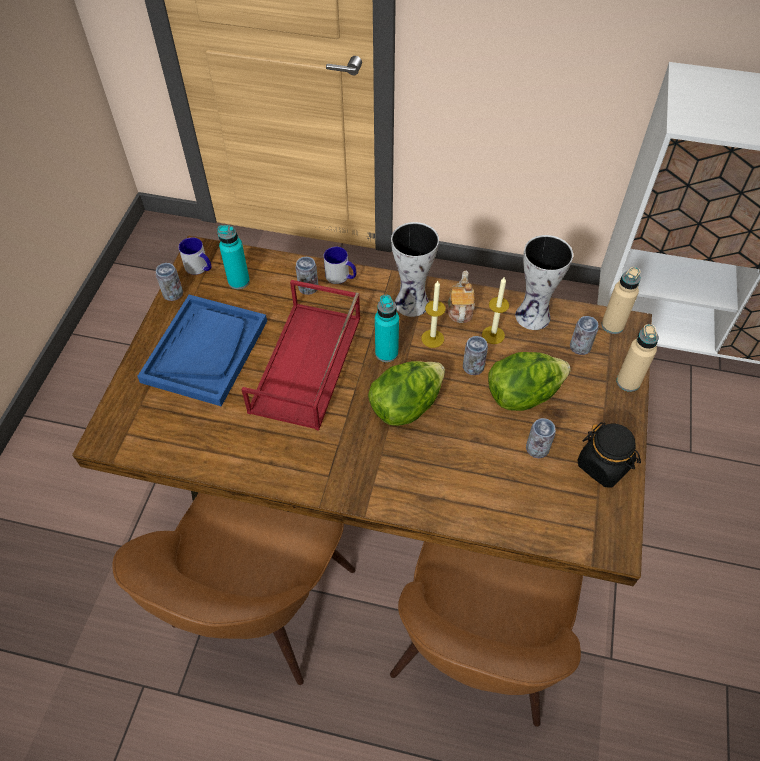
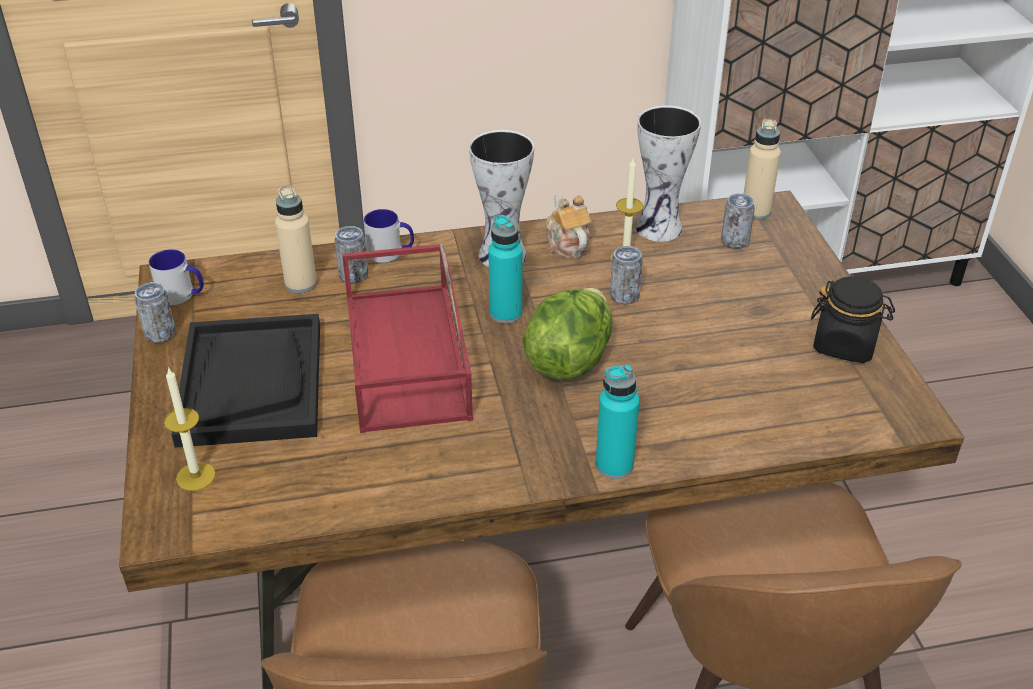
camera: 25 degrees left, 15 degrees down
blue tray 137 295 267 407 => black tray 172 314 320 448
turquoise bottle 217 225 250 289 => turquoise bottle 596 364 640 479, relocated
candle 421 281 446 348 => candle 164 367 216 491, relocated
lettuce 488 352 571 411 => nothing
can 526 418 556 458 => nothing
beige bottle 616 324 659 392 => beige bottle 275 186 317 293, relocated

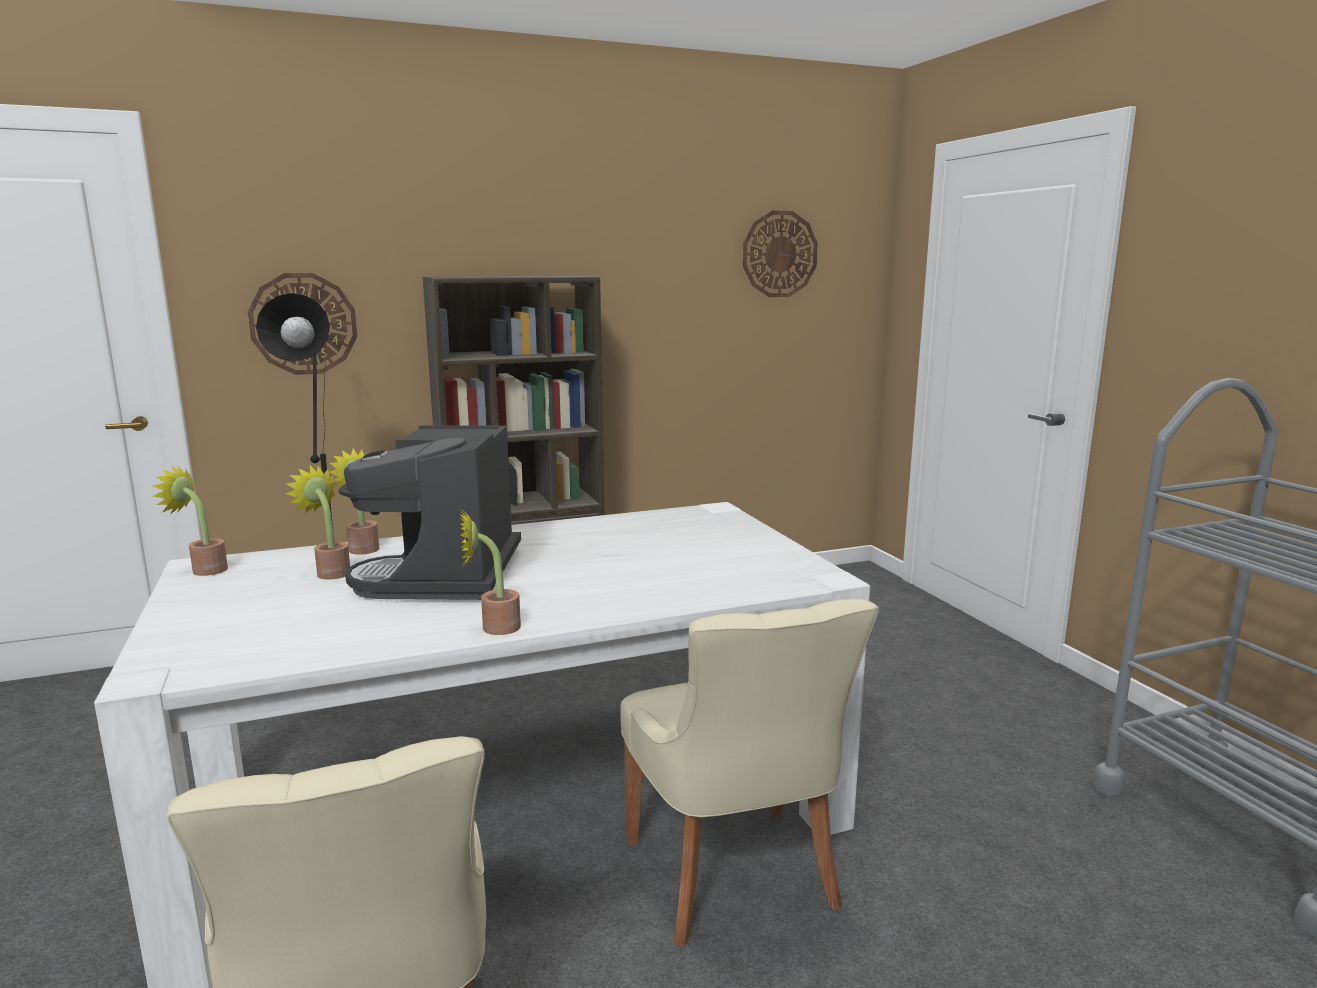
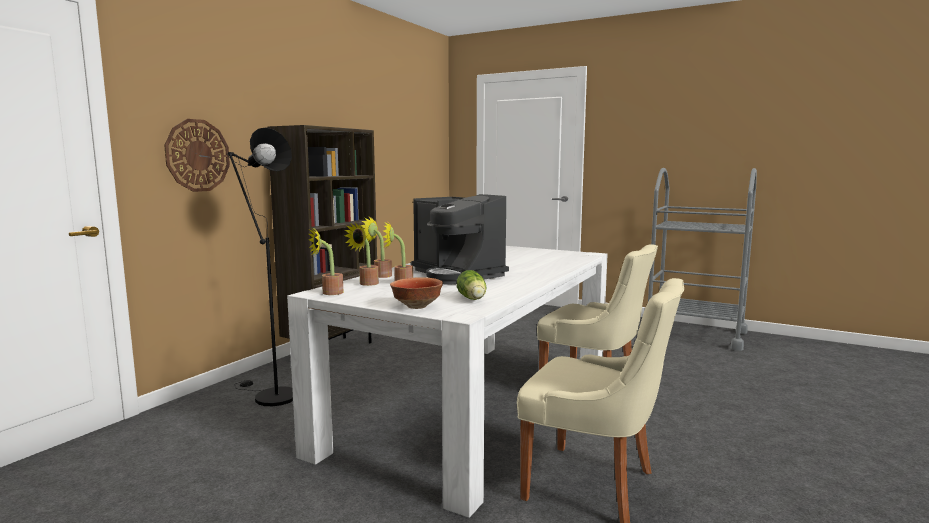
camera: 40 degrees left, 5 degrees down
potted plant 459 508 521 635 => potted plant 344 223 379 286, relocated
wall clock 743 210 818 297 => nothing
nothing => bowl 390 277 443 309
nothing => lettuce 457 270 486 300

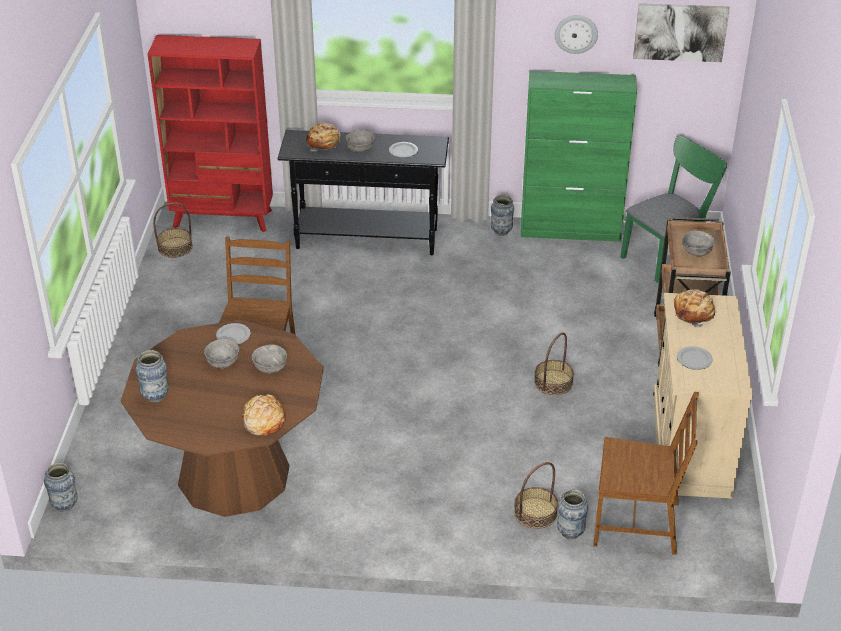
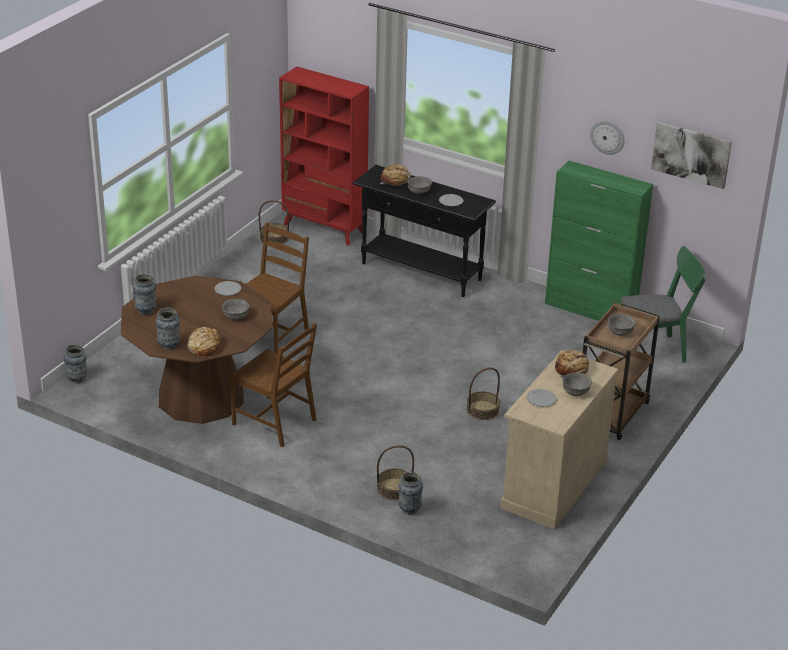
camera: 25 degrees right, 5 degrees down
grey bowl 204 339 239 368 => grey bowl 562 373 592 396, relocated
vase 491 195 514 236 => vase 155 307 180 350, relocated
brown chair 593 392 699 555 => brown chair 230 323 317 447, relocated

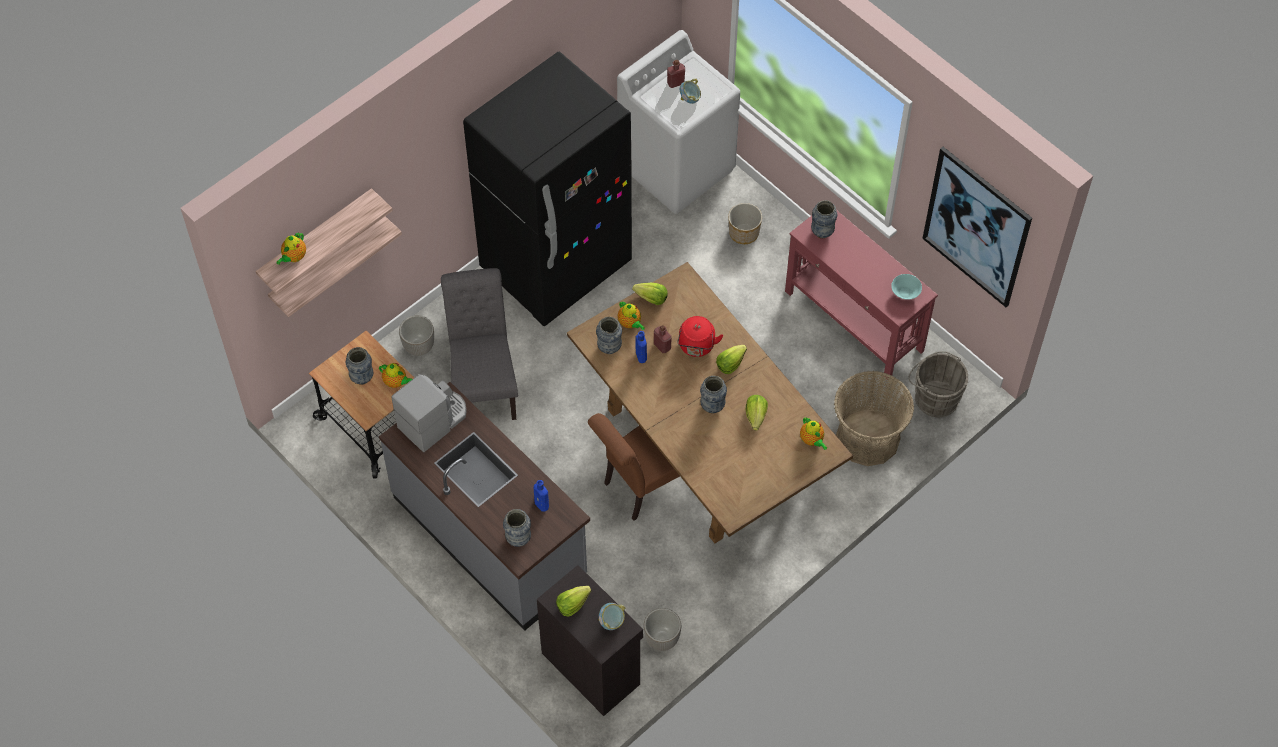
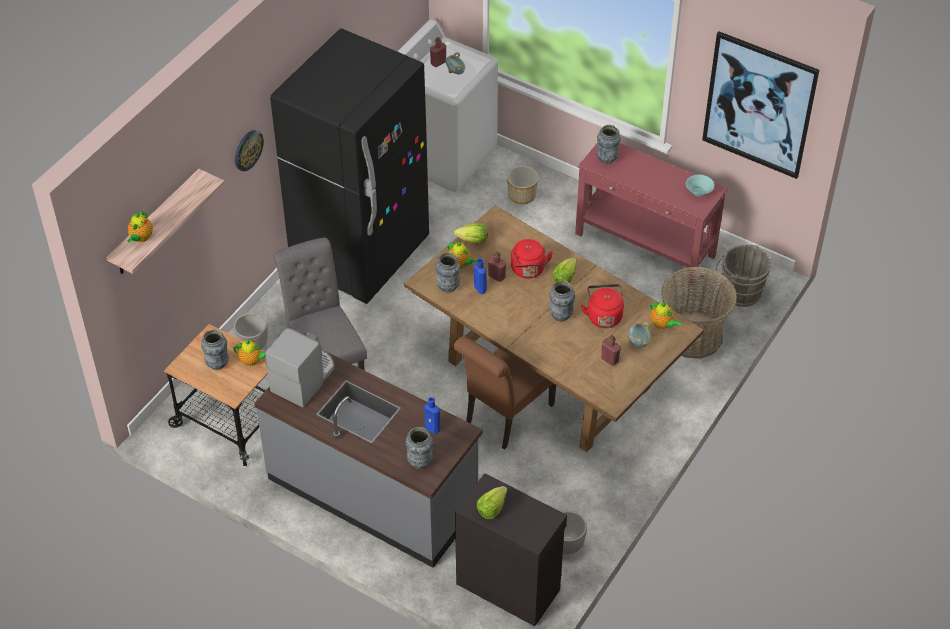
camera: 15 degrees left, 10 degrees down
shelf 268 216 402 317 => nothing
bowl 598 603 625 630 => bowl 628 323 651 348, relocated
lettuce 746 395 768 431 => red kettle 581 284 624 328
nothing => wall clock 235 130 264 171
nothing => red bottle 601 335 621 366

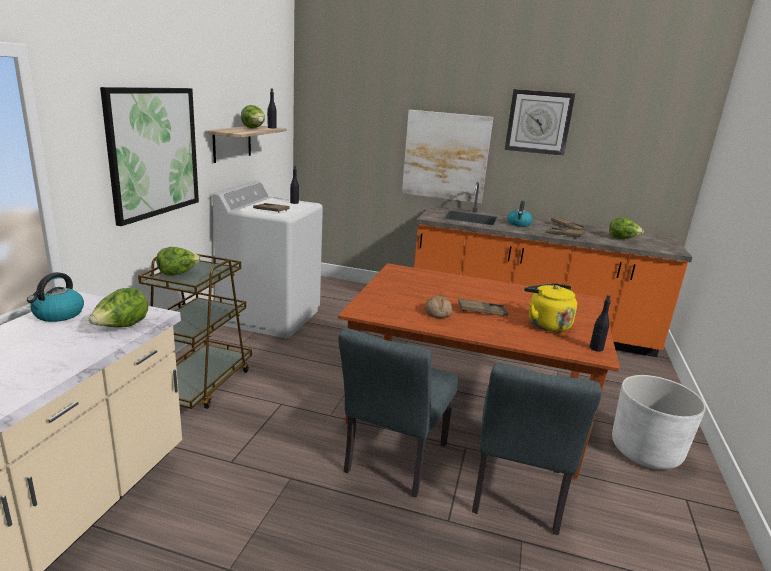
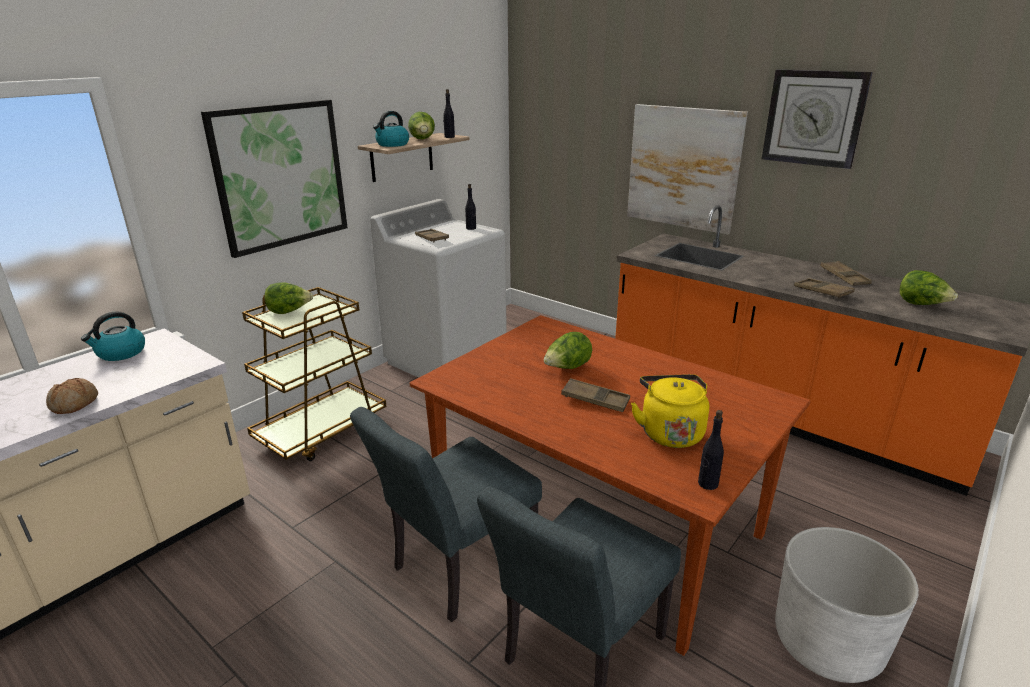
camera: 25 degrees right, 5 degrees up
lettuce 89 288 148 327 => lettuce 544 332 592 369, relocated
bread 424 295 453 318 => bread 46 378 98 414, relocated
kettle 507 201 533 227 => kettle 373 111 409 147, relocated

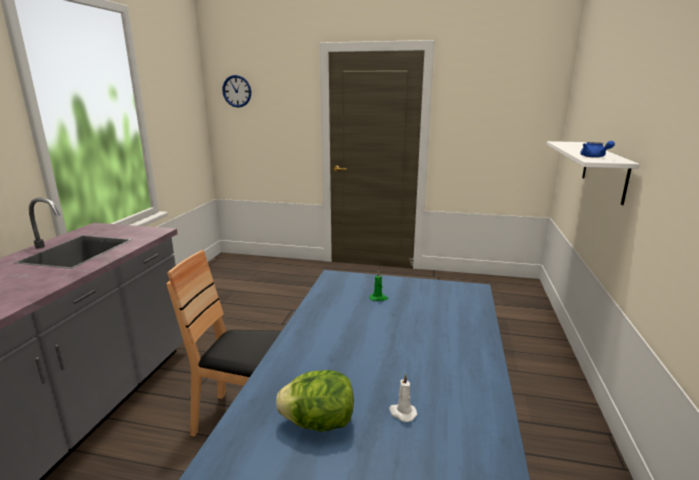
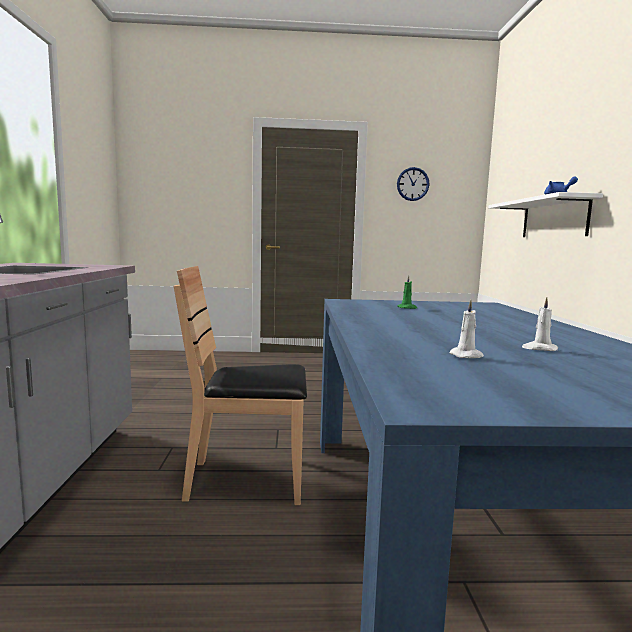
camera: 15 degrees left, 10 degrees down
wall clock 222 75 251 107 => wall clock 397 167 430 201, relocated
lettuce 276 370 354 432 => white candle 450 300 484 358

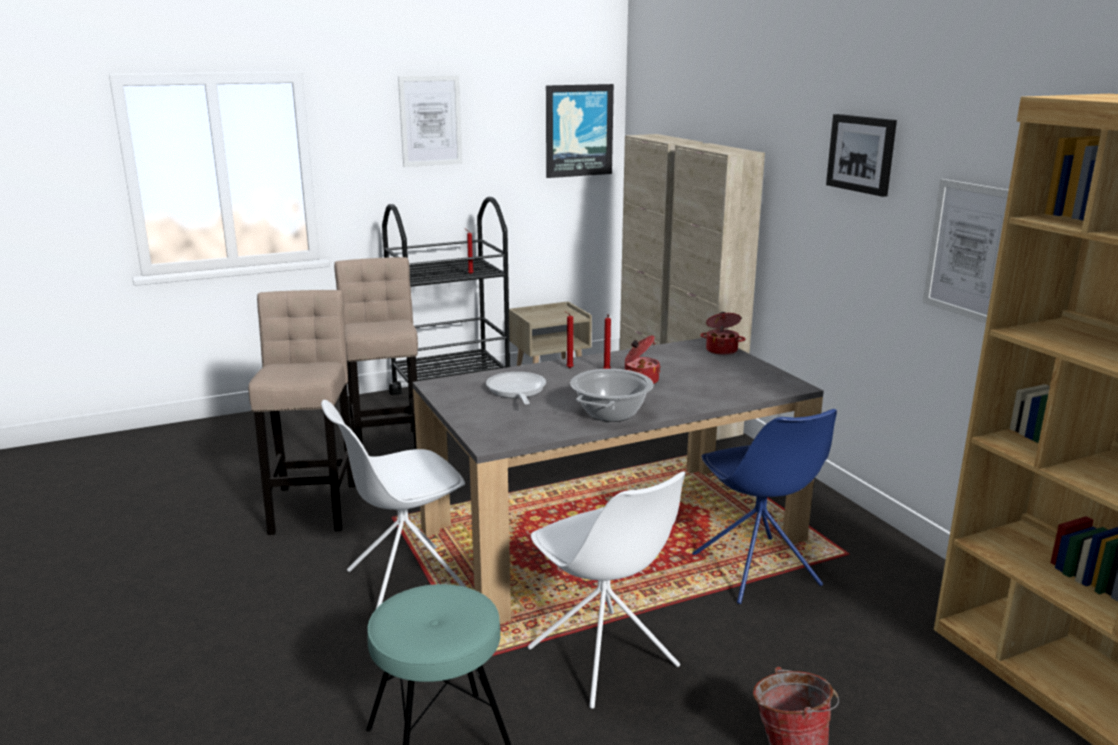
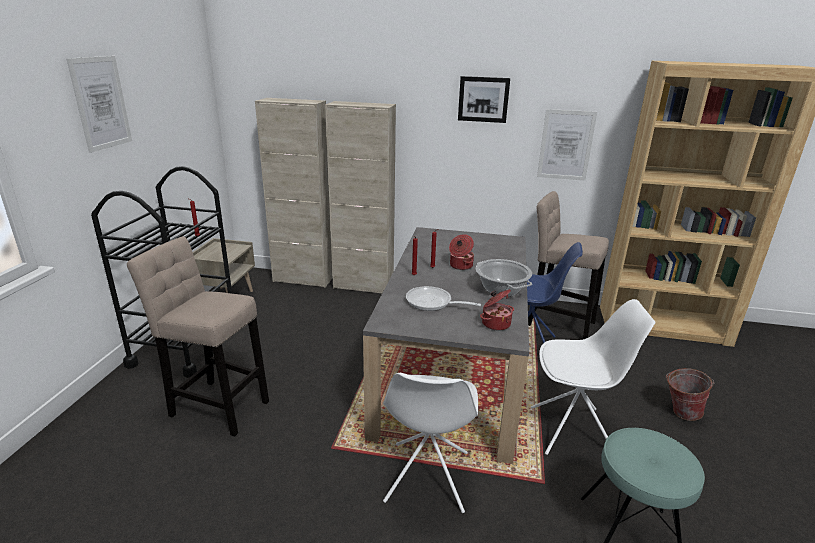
camera: 55 degrees left, 5 degrees up
beige stool 248 290 355 535 => beige stool 528 191 609 339, relocated
picture 546 84 614 178 => nothing
cooking pot 700 312 745 355 => cooking pot 480 289 514 331, relocated

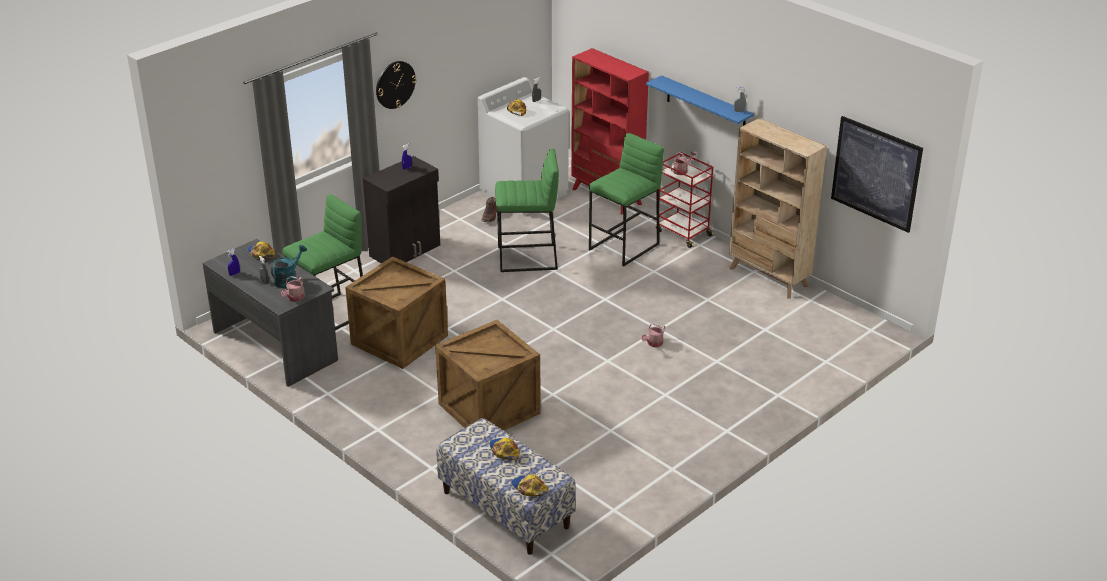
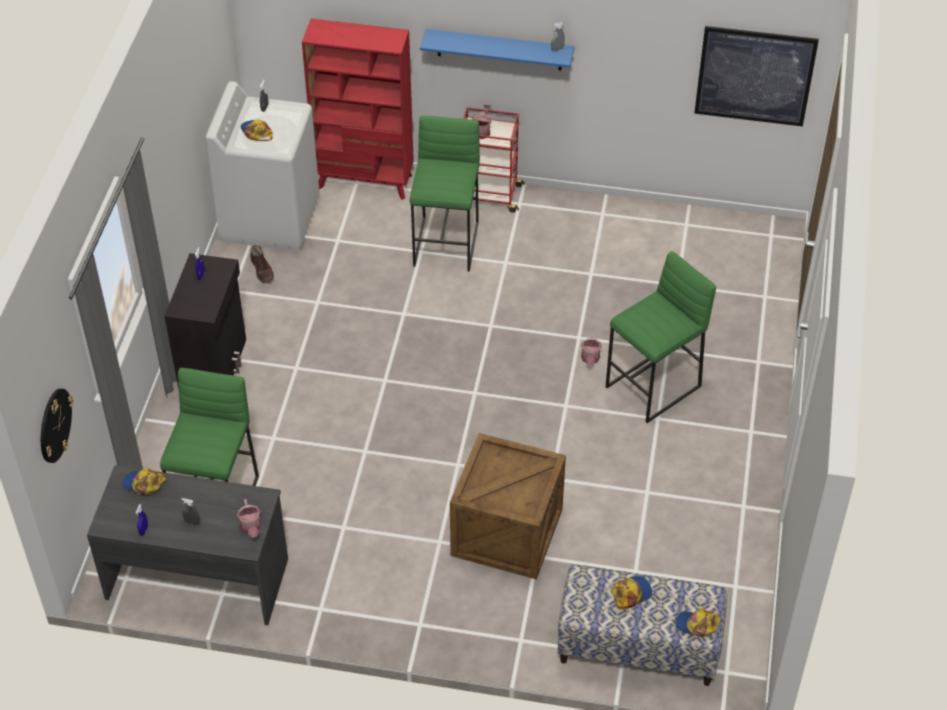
camera: 35 degrees left, 15 degrees up
turquoise watering can 271 245 307 288 => nothing
crate 345 256 448 369 => nothing
wall clock 376 61 417 109 => wall clock 41 389 73 463, relocated
cap 489 438 520 460 => cap 612 576 652 609, 120 degrees clockwise
green stool 495 148 559 272 => green stool 606 251 716 423, relocated
beige bookcase 729 118 827 298 => nothing

